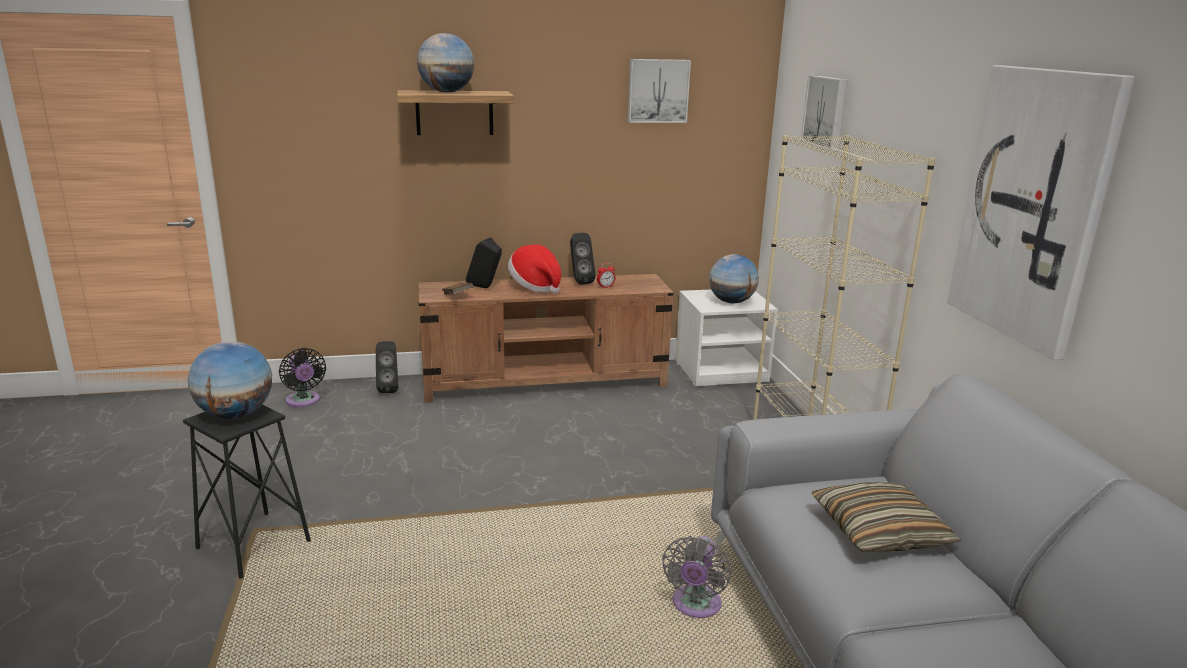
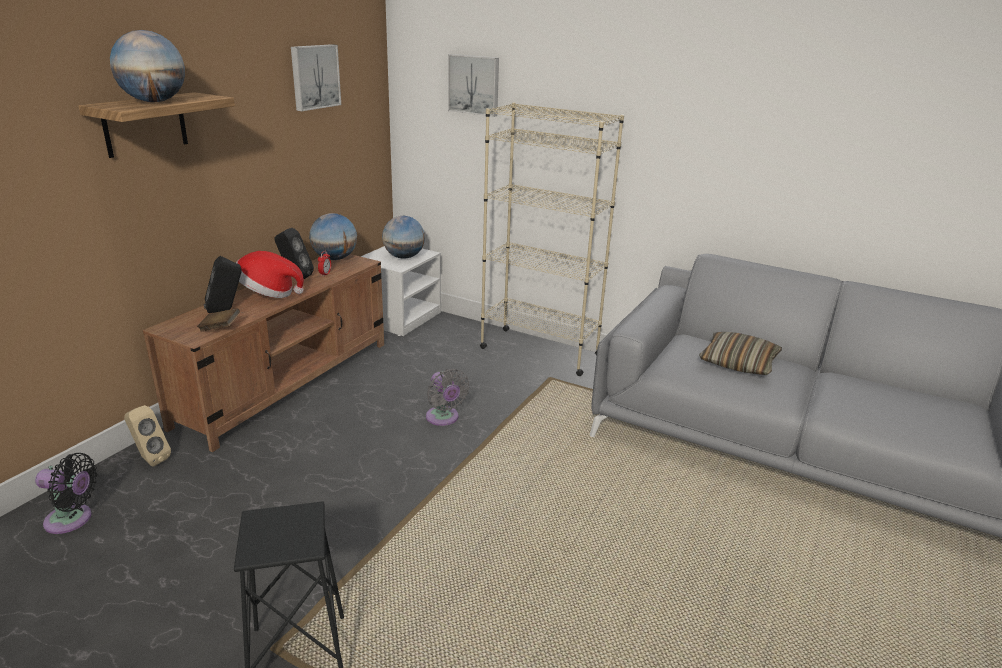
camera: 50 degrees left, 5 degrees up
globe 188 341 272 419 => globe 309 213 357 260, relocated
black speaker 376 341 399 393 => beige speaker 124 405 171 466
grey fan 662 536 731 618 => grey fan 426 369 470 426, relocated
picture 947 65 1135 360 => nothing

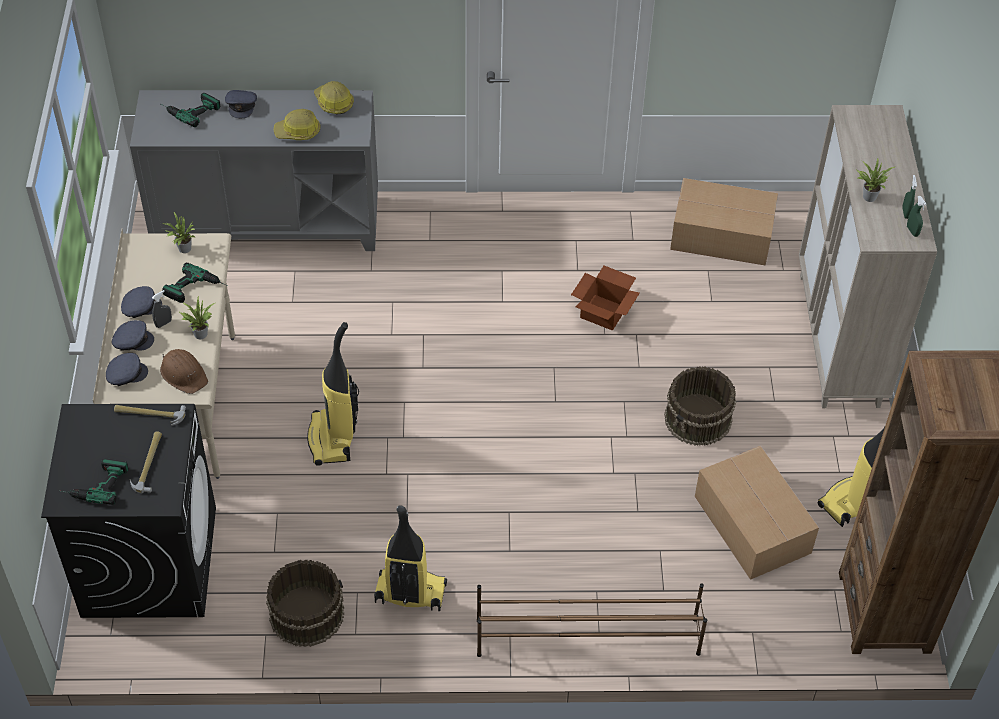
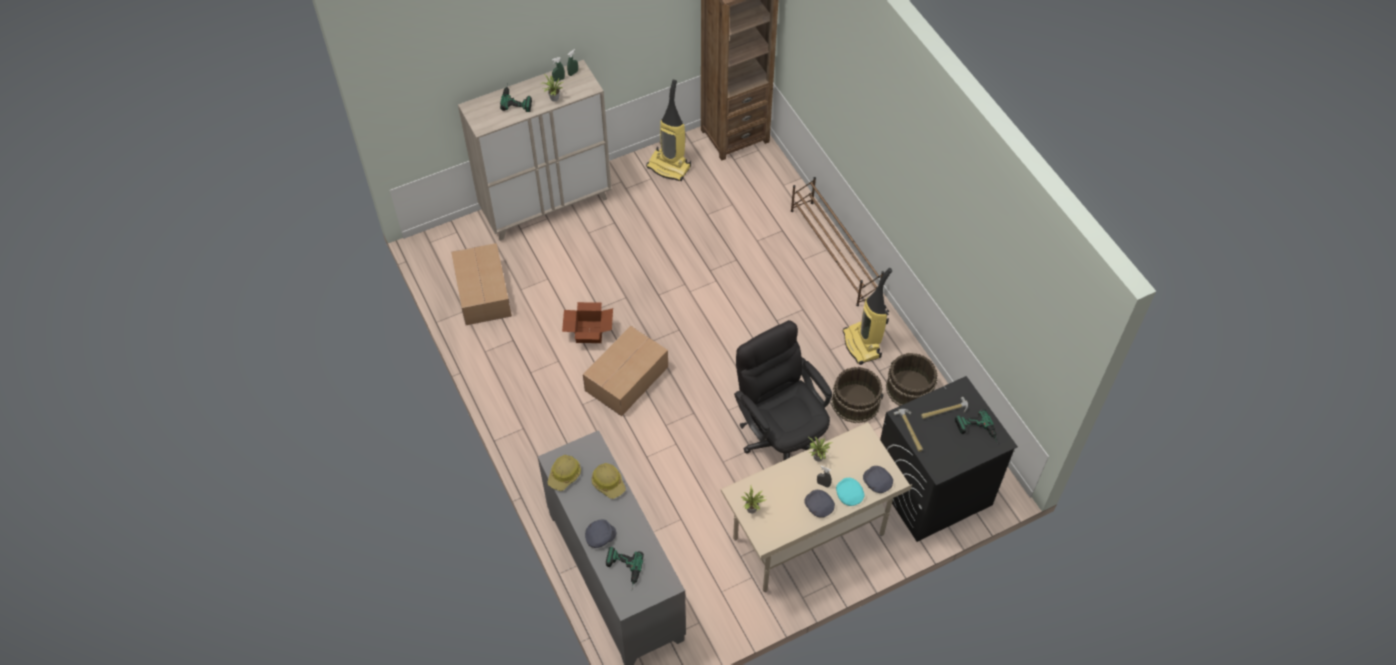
camera: 115 degrees left, 5 degrees up
grey cap 112 320 154 351 => turquoise cap 836 478 865 506
brown hard hat 160 349 208 394 => nothing
power drill 162 263 228 303 => power drill 500 84 532 112, relocated
vacuum cleaner 307 322 359 466 => black office chair 734 320 832 460
brown bucket 664 366 736 446 => brown bucket 831 367 884 423, relocated
cardboard box 695 446 819 580 => cardboard box 583 325 668 416, relocated

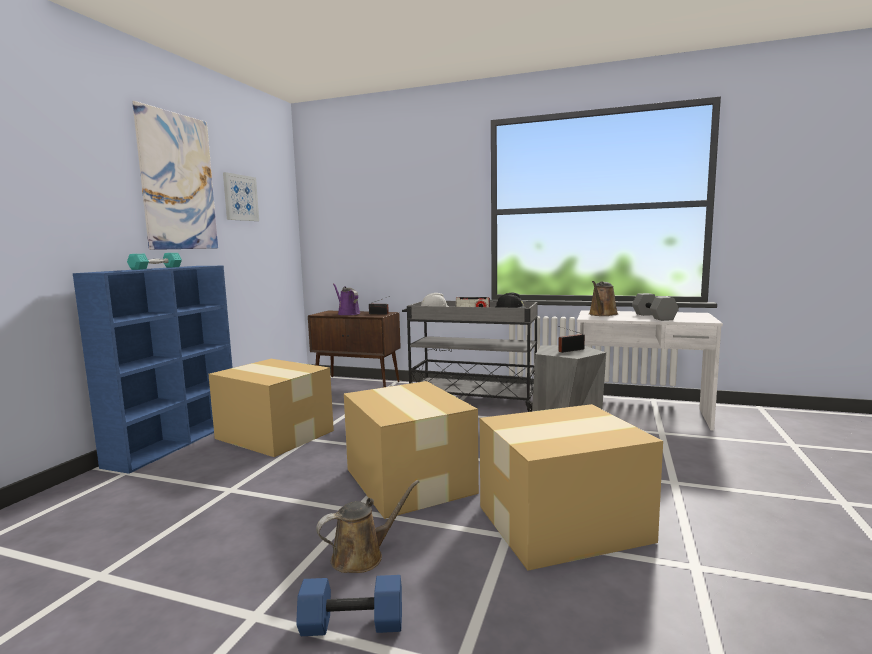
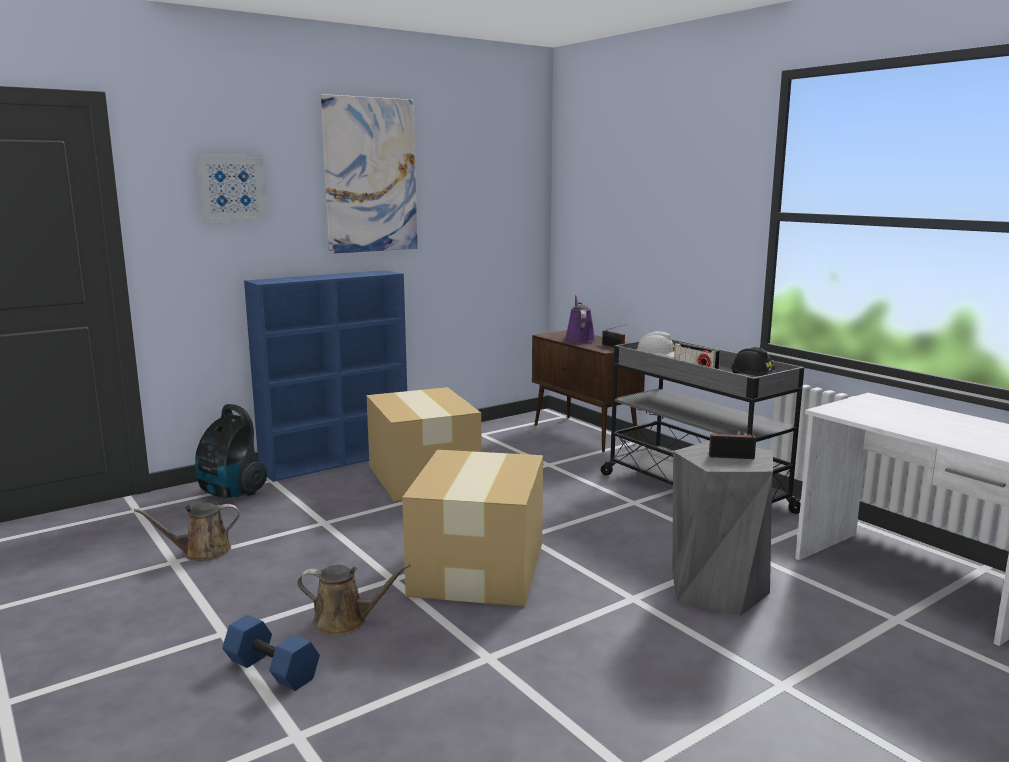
camera: 35 degrees right, 5 degrees up
turquoise dumbbell 127 253 182 270 => nothing
picture 223 172 259 221 => picture 196 154 267 222, relocated
cardboard box 480 404 663 571 => nothing
brown watering can 589 281 618 316 => brown watering can 134 503 240 561, relocated
grey dumbbell 632 293 679 321 => nothing
nothing => vacuum cleaner 195 404 267 498

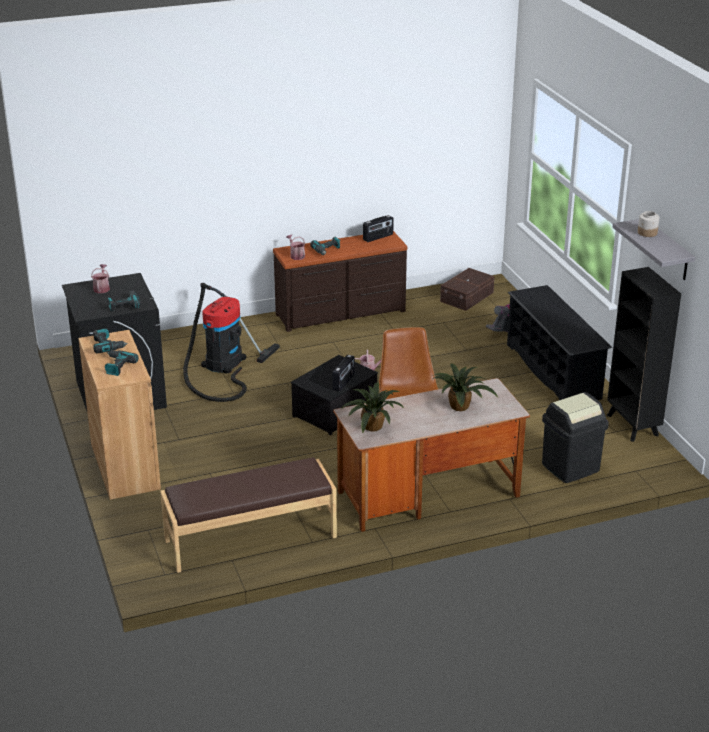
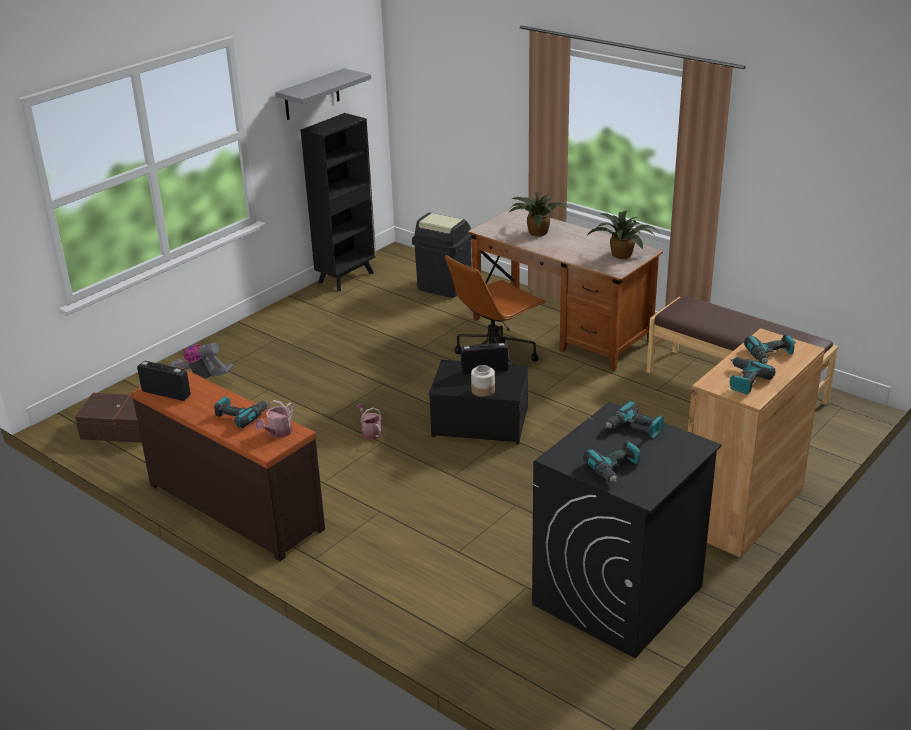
camera: 120 degrees left, 0 degrees up
watering can 91 264 110 293 => power drill 583 441 640 482
vacuum cleaner 183 283 280 402 => nothing
black shoe rack 507 285 612 400 => nothing
jar 638 211 659 237 => jar 471 365 495 397, relocated

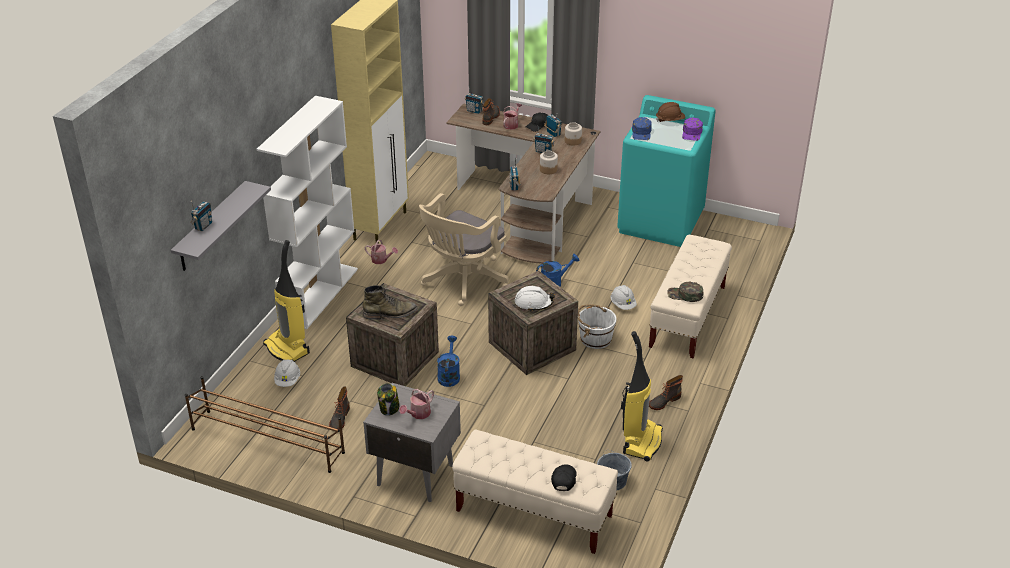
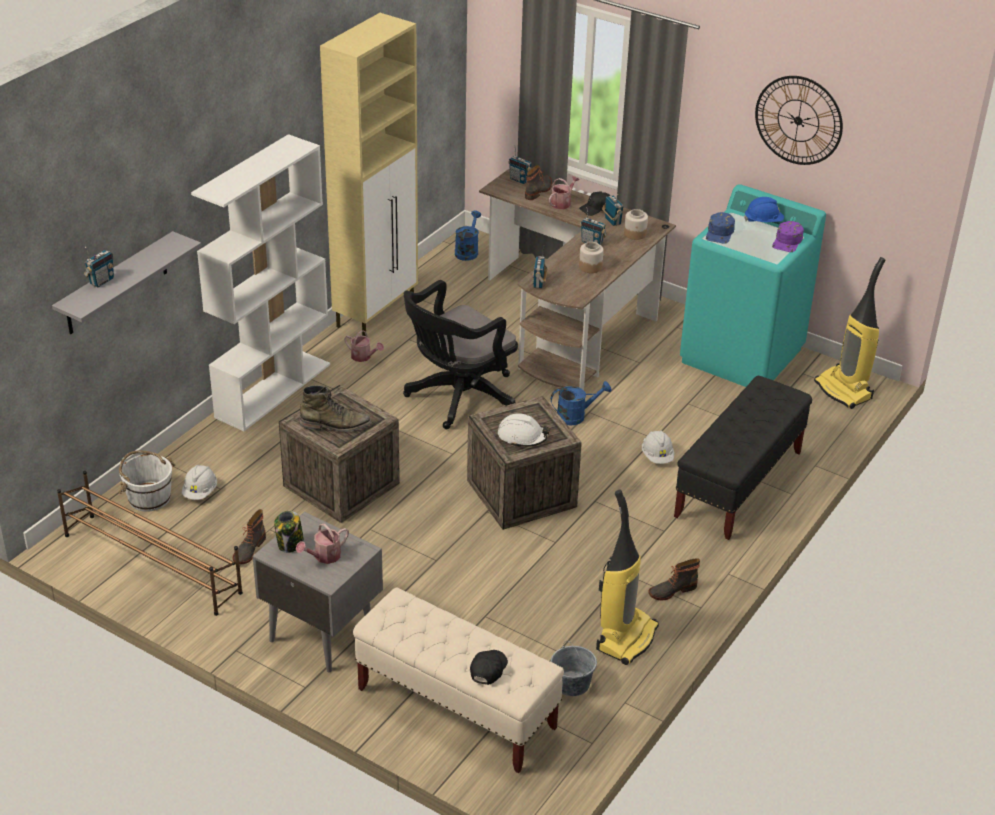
camera: 10 degrees right, 0 degrees up
vacuum cleaner 263 240 310 362 => vacuum cleaner 814 257 886 409, relocated
beige office chair 419 193 509 306 => black office chair 403 280 518 429
blue watering can 437 336 460 387 => blue watering can 455 210 481 261, relocated
white bucket 578 304 617 349 => white bucket 119 450 175 512, relocated
beige bench 649 235 732 358 => black bench 674 376 812 540
brown hard hat 656 102 685 122 => blue hard hat 744 197 784 222
green cap 667 282 703 302 => nothing
nothing => wall clock 755 76 843 165

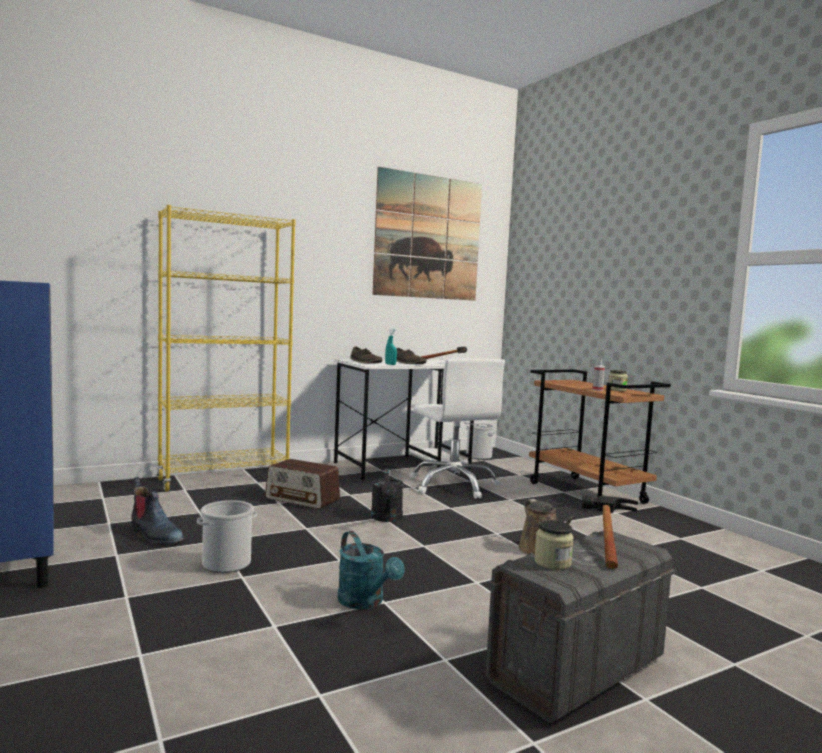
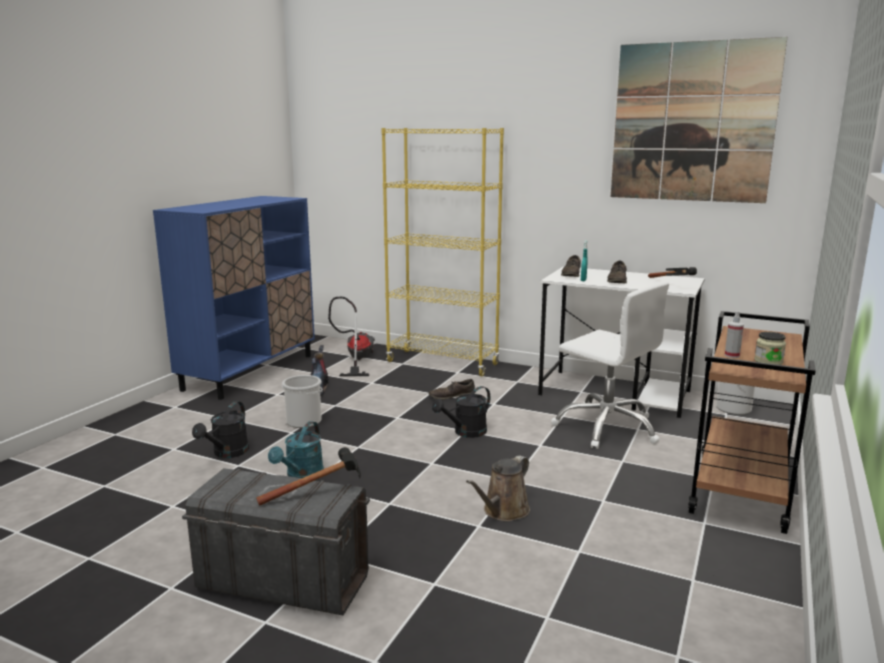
camera: 55 degrees right, 10 degrees up
radio 265 459 340 509 => brown shoe 428 379 475 400
white office chair 410 359 505 499 => white office chair 551 282 669 449, 75 degrees counterclockwise
jar 534 520 574 570 => nothing
nothing => black watering can 192 401 249 458
nothing => vacuum cleaner 328 296 375 376

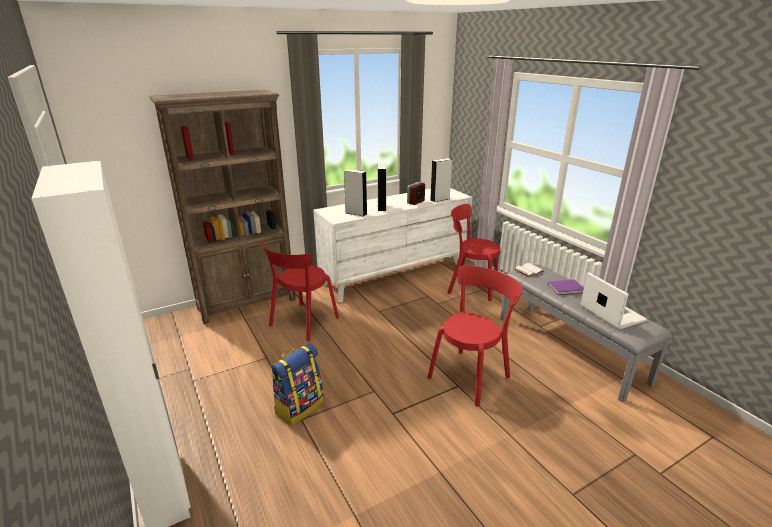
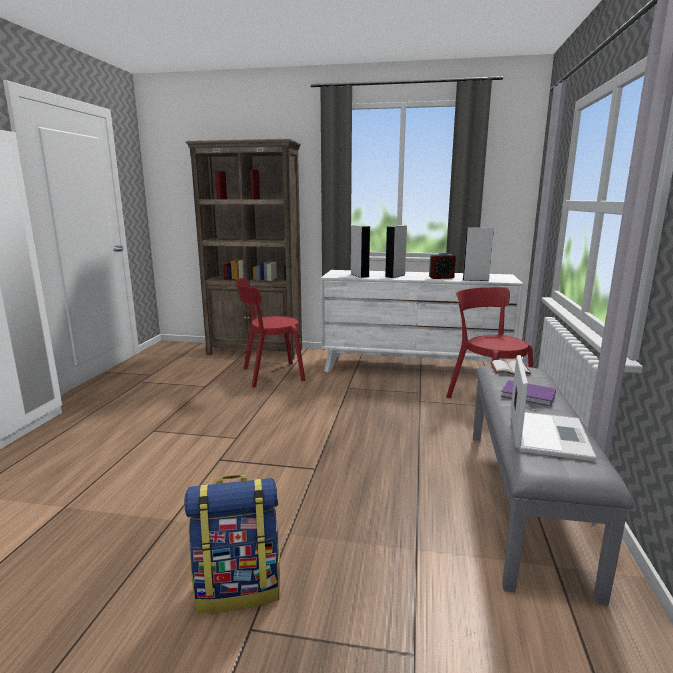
camera: 40 degrees right, 10 degrees down
backpack 271 343 324 426 => backpack 184 475 280 613, relocated
red chair 427 265 523 407 => nothing

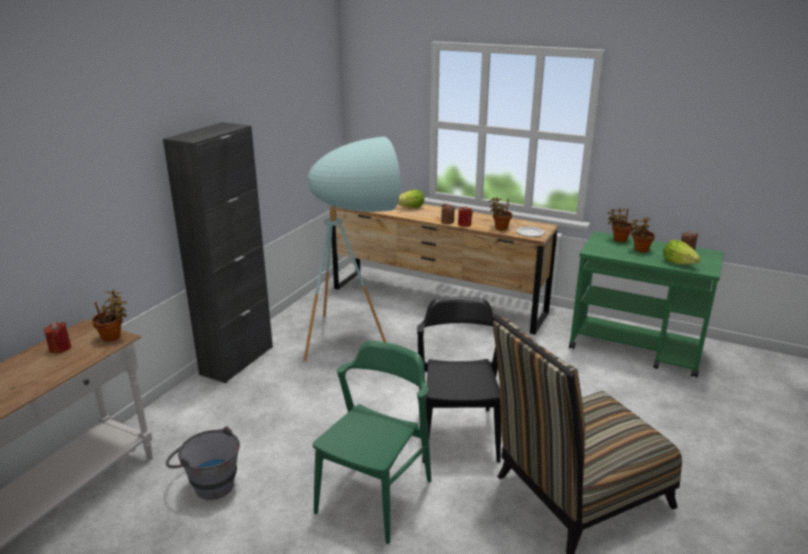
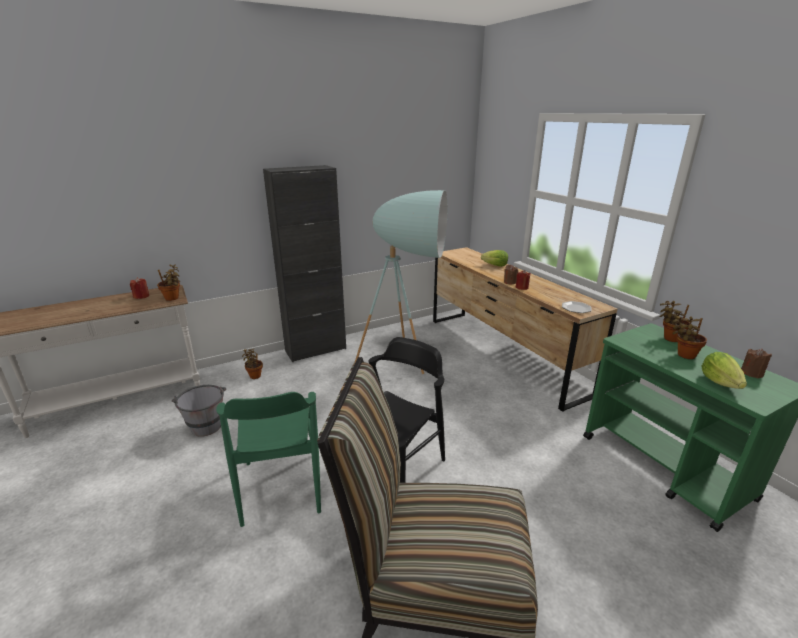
camera: 35 degrees right, 0 degrees up
green chair 313 340 431 544 => green chair 216 392 321 527, 105 degrees clockwise
potted plant 489 197 512 231 => potted plant 242 348 263 379, relocated

